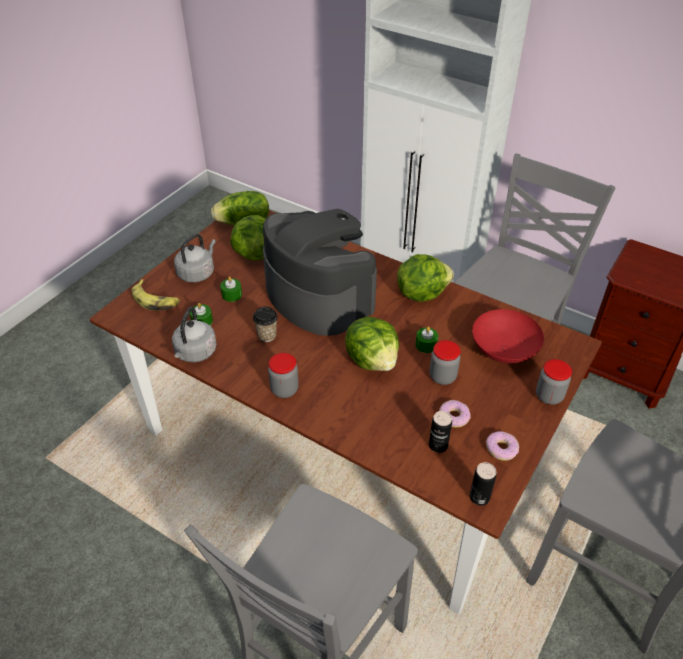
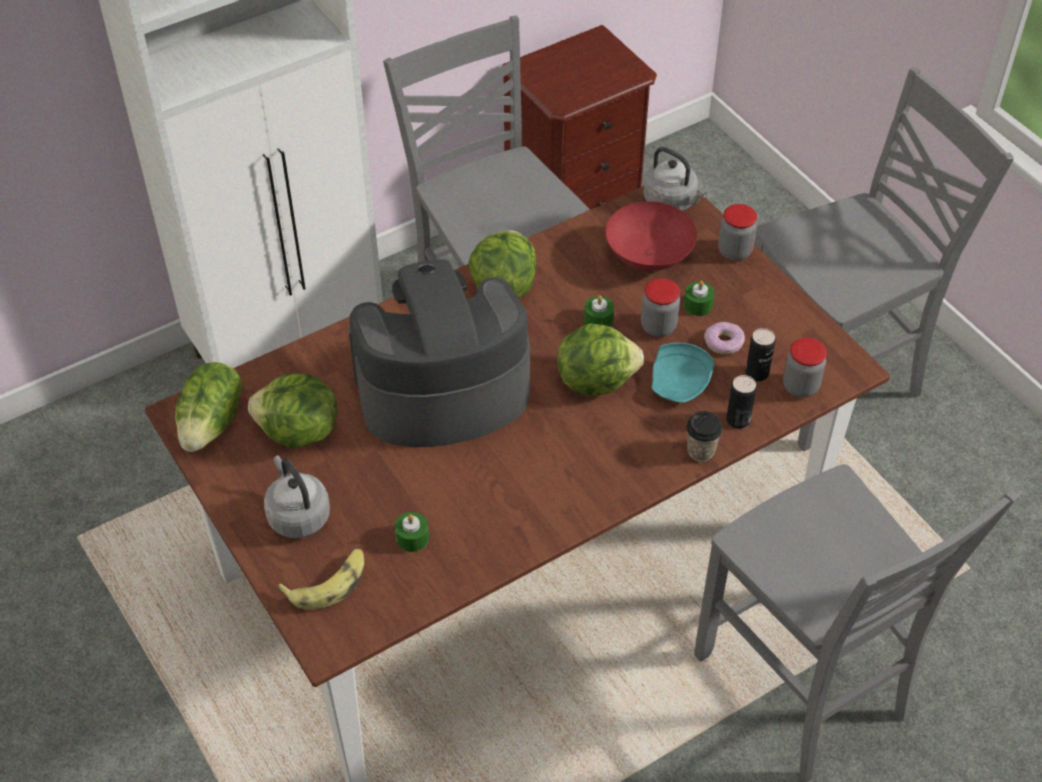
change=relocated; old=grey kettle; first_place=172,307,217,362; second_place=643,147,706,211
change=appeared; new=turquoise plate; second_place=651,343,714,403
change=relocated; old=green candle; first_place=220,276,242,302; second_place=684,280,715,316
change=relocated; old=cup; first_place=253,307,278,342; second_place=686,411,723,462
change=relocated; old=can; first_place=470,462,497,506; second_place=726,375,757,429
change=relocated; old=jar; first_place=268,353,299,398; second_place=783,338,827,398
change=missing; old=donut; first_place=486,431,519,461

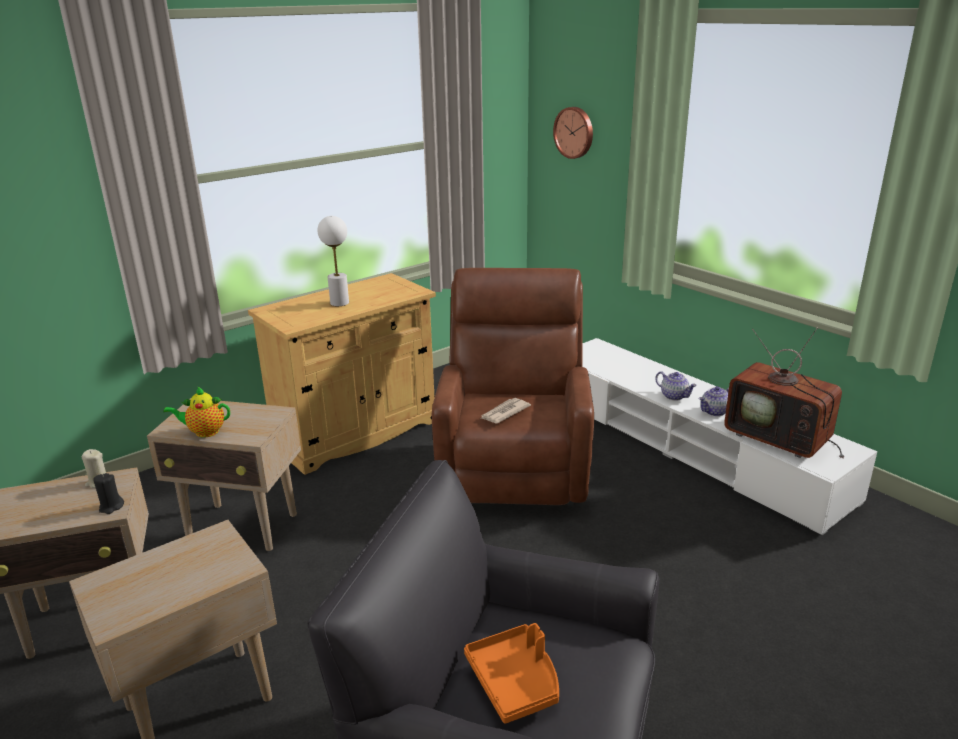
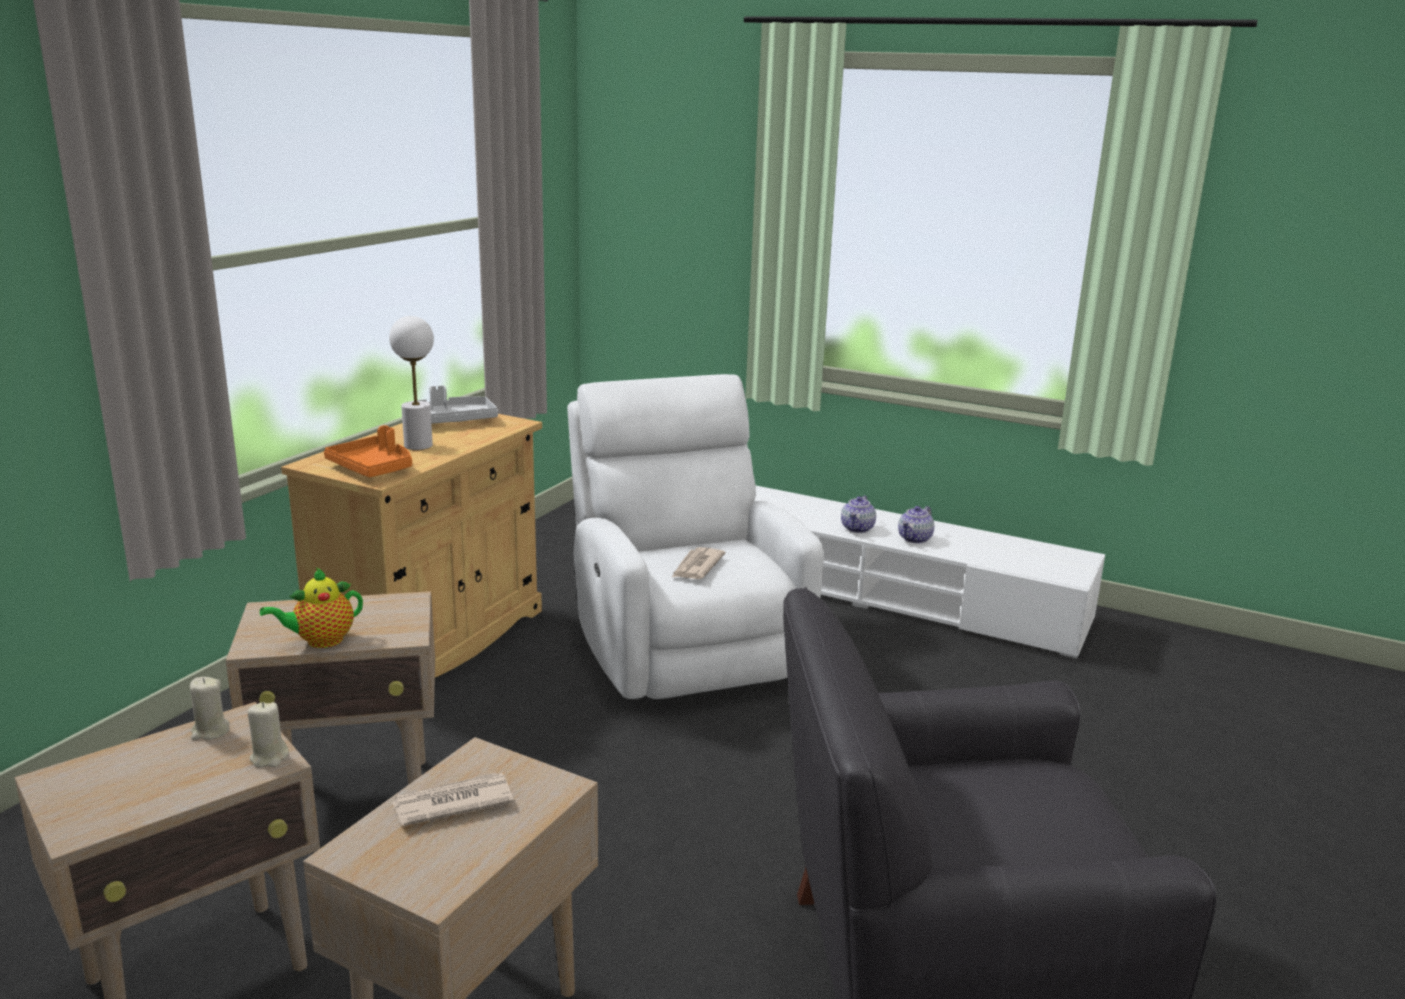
change=colour; old=black candle; new=beige candle; first_place=93,473,124,514; second_place=248,702,289,768
change=relocated; old=orange tray; first_place=464,623,559,724; second_place=324,425,412,477
change=appeared; new=newspaper; second_place=392,772,514,826
change=appeared; new=grey tray; second_place=417,385,498,424
change=colour; old=brown armchair; new=white armchair; first_place=432,268,594,505; second_place=567,374,824,699
change=spun; old=teapot; first_place=655,371,697,401; second_place=841,495,876,533; degrees=90
change=missing; old=wall clock; first_place=553,107,593,159
change=missing; old=television; first_place=724,328,844,458

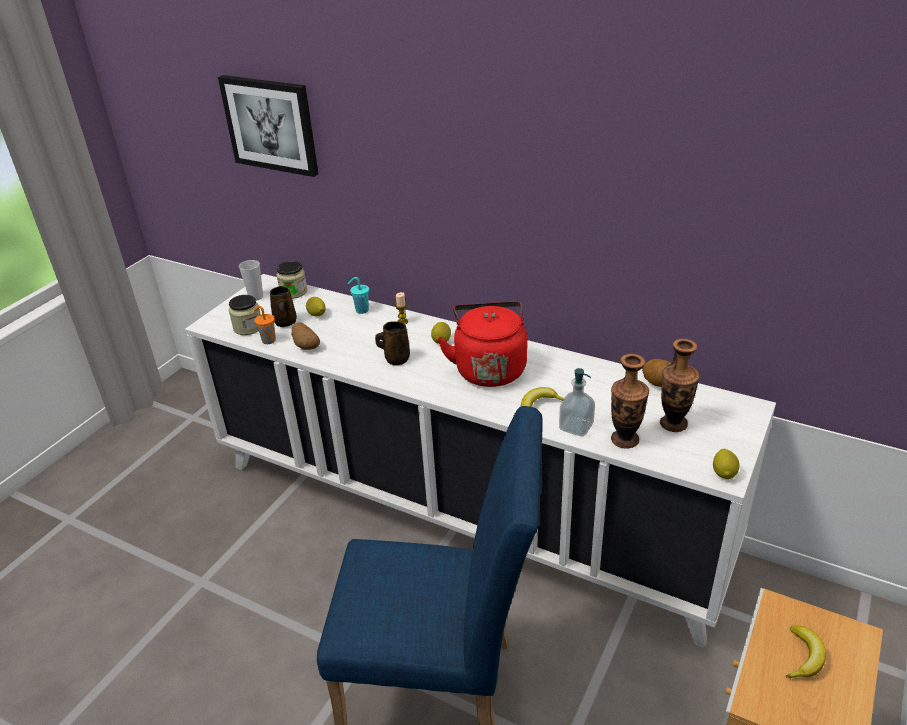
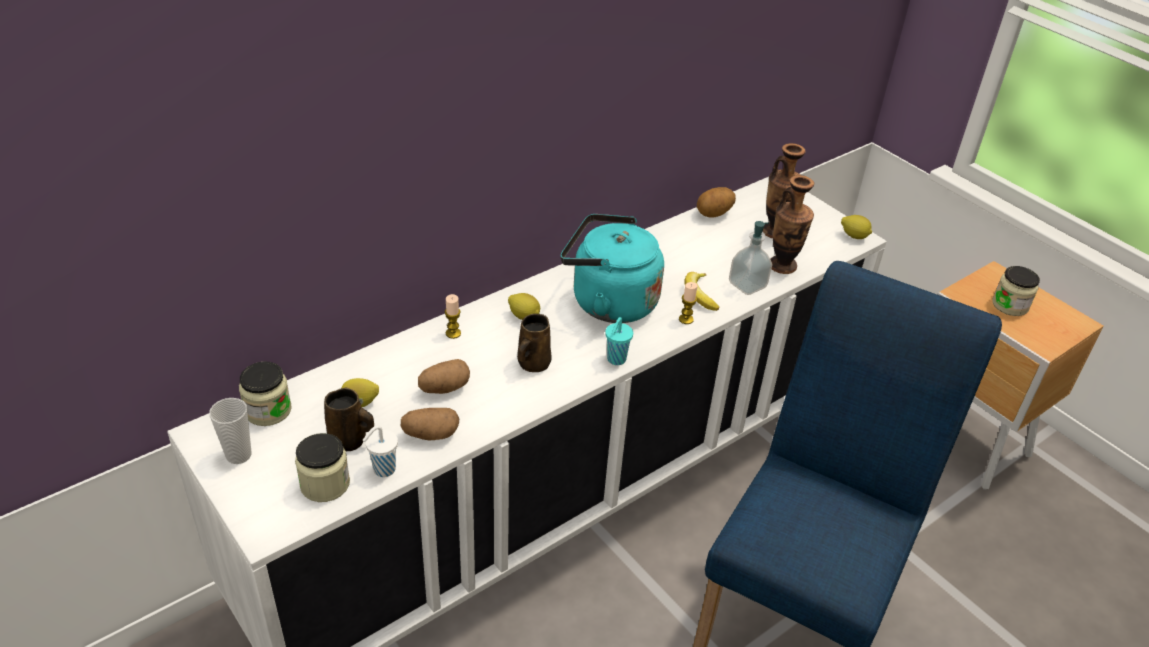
change=colour; old=orange cup; new=white cup; first_place=254,306,276,344; second_place=363,425,398,477
change=appeared; new=potato; second_place=418,359,470,394
change=colour; old=red kettle; new=turquoise kettle; first_place=438,301,527,387; second_place=560,214,664,323
change=relocated; old=turquoise cup; first_place=348,277,369,314; second_place=605,317,633,365
change=appeared; new=candle; second_place=679,282,698,324
change=exchanged; old=banana; new=jar; first_place=785,626,826,678; second_place=992,266,1040,316
change=missing; old=picture; first_place=218,75,319,177

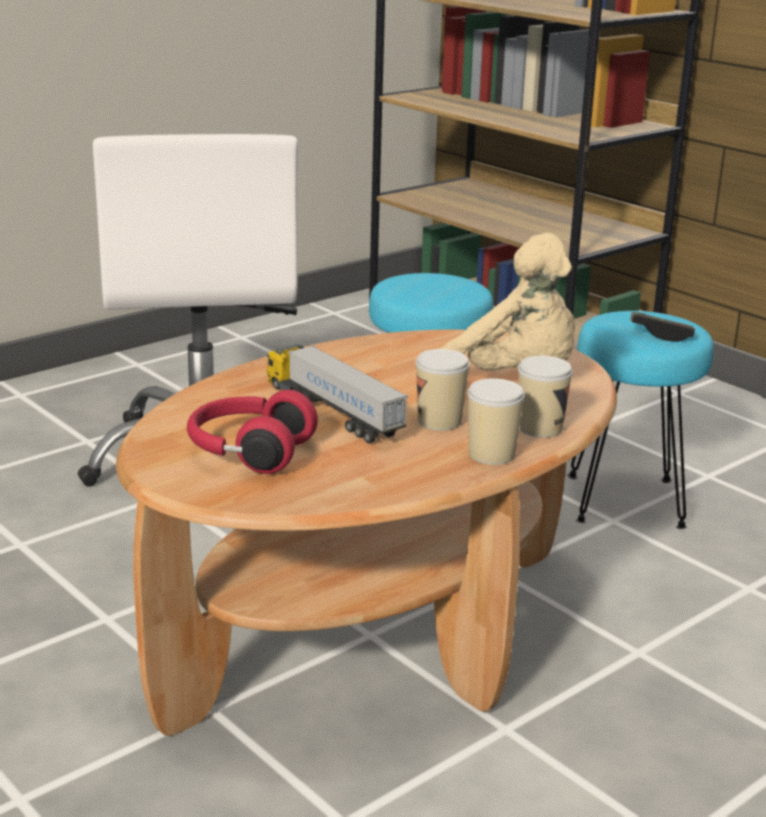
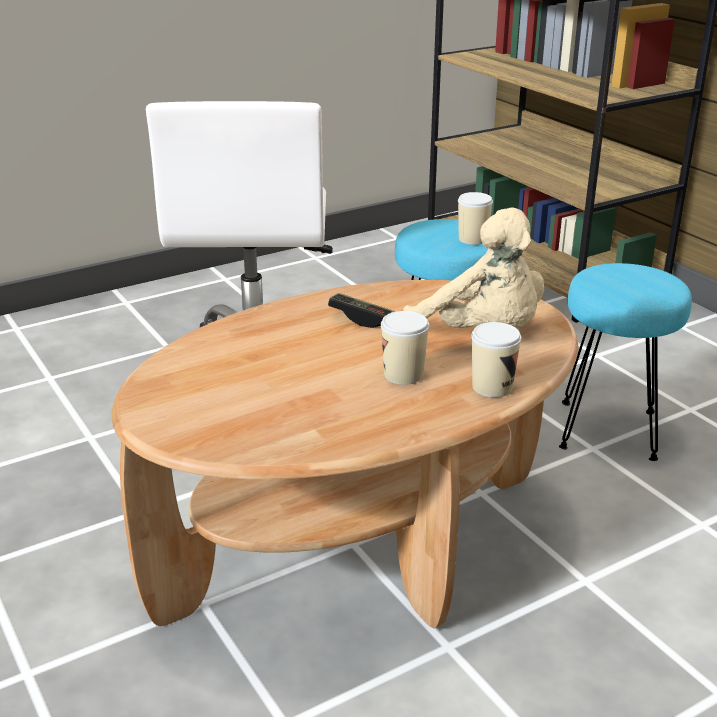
change=relocated; old=game controller; first_place=630,311,695,342; second_place=328,293,395,328
change=relocated; old=cup; first_place=467,378,525,465; second_place=458,192,493,245
change=missing; old=red headphones; first_place=187,390,318,474
change=missing; old=toy truck; first_place=266,344,408,443

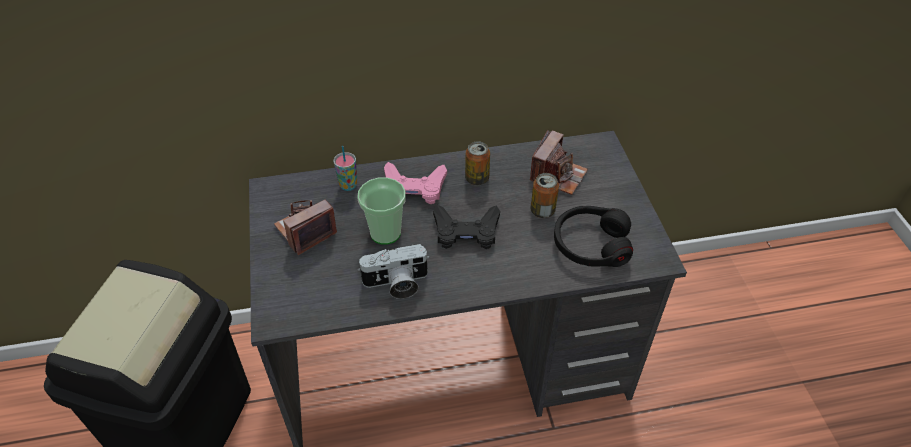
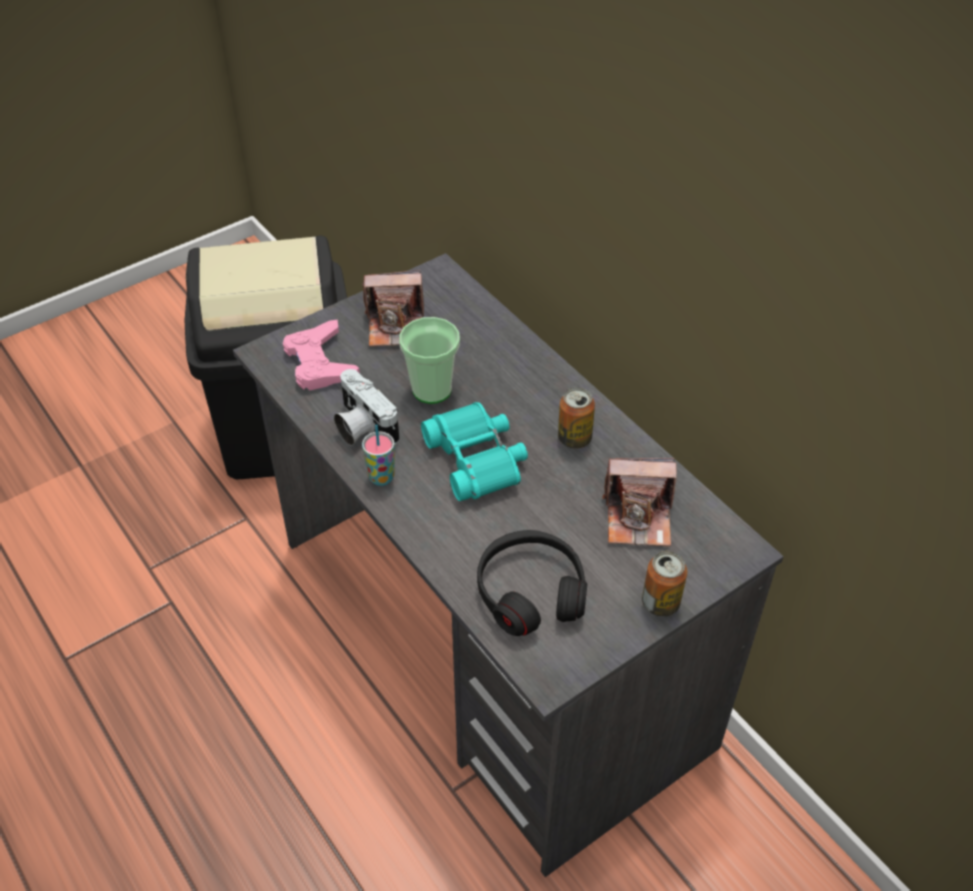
change=relocated; old=pink game controller; first_place=384,162,447,204; second_place=283,320,360,390
change=spun; old=photo camera; first_place=274,200,337,255; second_place=362,270,424,347; degrees=150
change=relocated; old=cup; first_place=333,146,357,191; second_place=362,424,395,486
change=exchanged; old=black game controller; new=turquoise binoculars; first_place=433,205,500,249; second_place=421,402,528,501
change=relocated; old=can; first_place=530,173,559,218; second_place=642,551,687,617

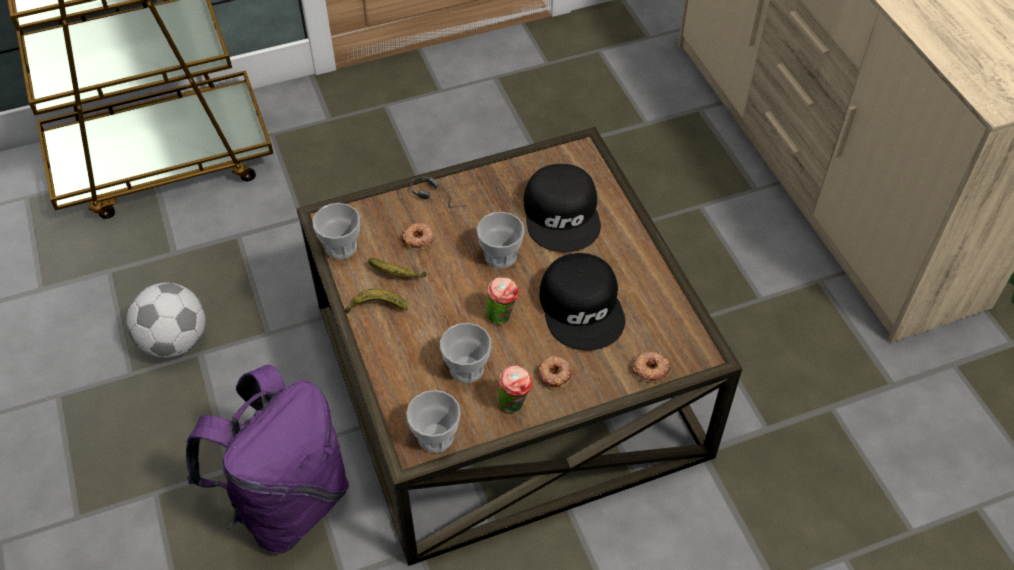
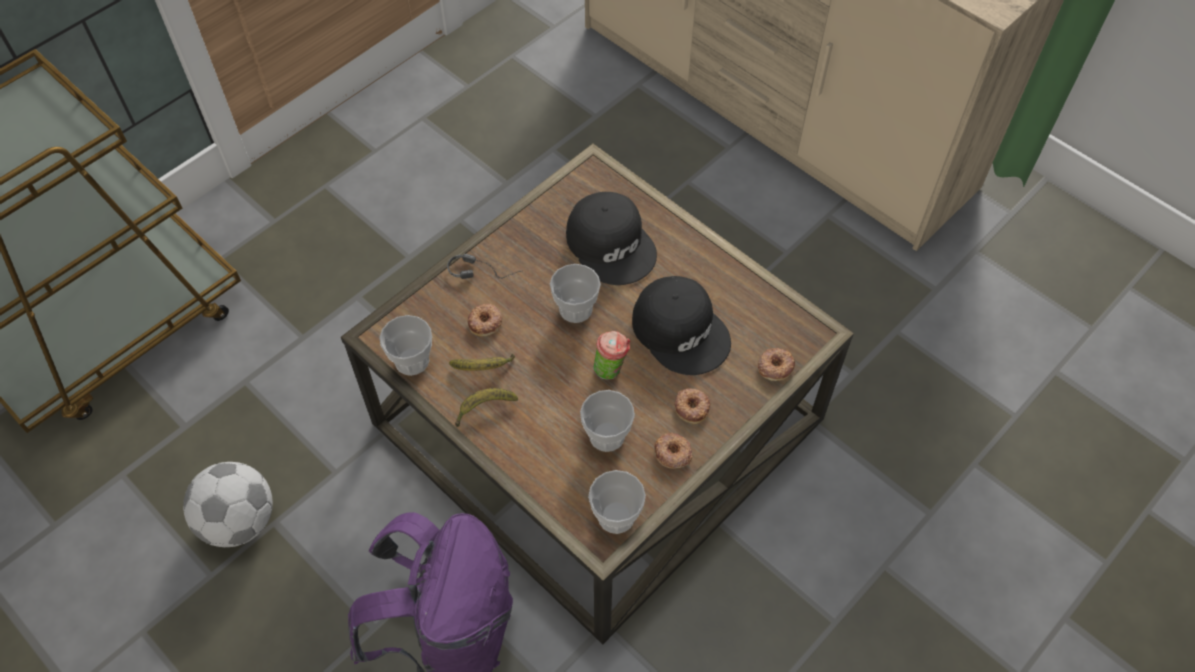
change=exchanged; old=cup; new=donut; first_place=498,365,532,412; second_place=654,433,692,469

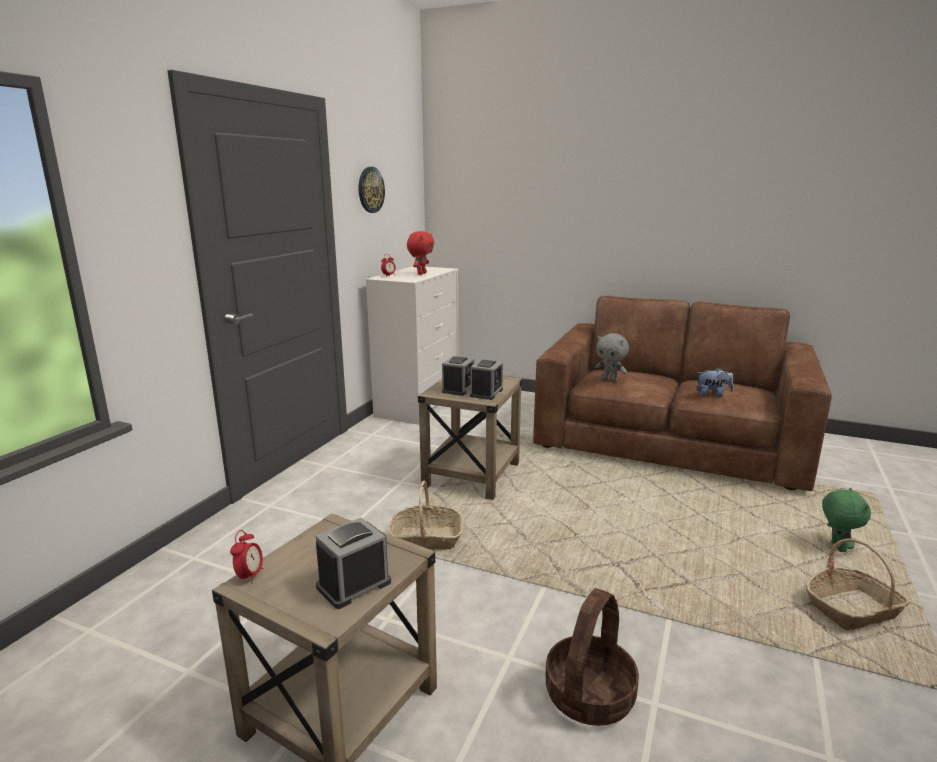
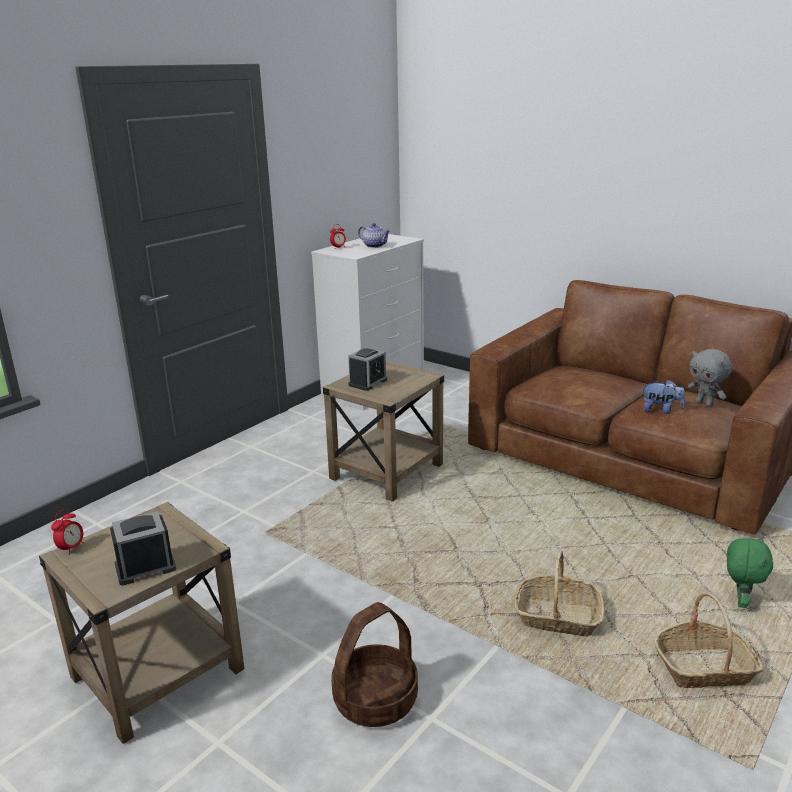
change=exchanged; old=red plush toy; new=teapot; first_place=407,231,434,275; second_place=358,223,390,248
change=relocated; old=basket; first_place=389,481,463,549; second_place=514,550,604,637
change=relocated; old=grey plush toy; first_place=595,333,629,382; second_place=687,349,732,407
change=missing; old=wall clock; first_place=359,167,385,213
change=missing; old=alarm clock; first_place=470,359,503,400

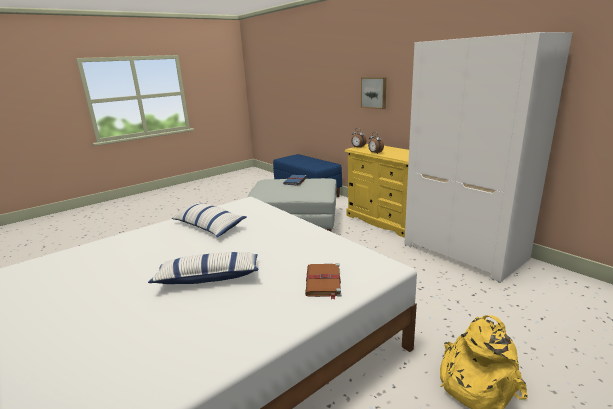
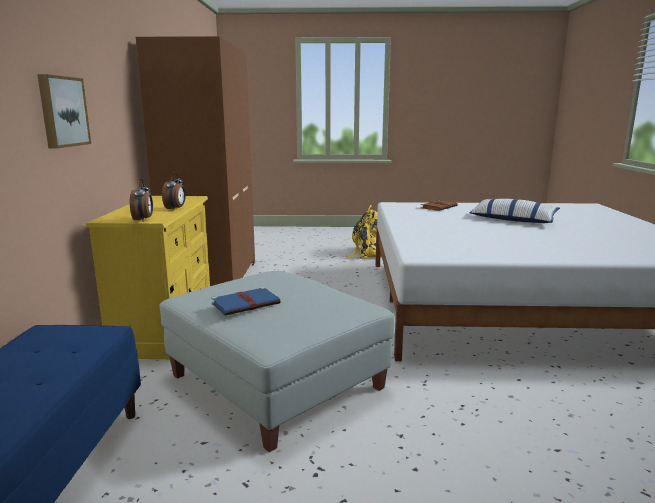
change=colour; old=white wardrobe; new=brown wardrobe; first_place=404,32,572,283; second_place=136,36,255,286
change=missing; old=pillow; first_place=172,202,246,237

